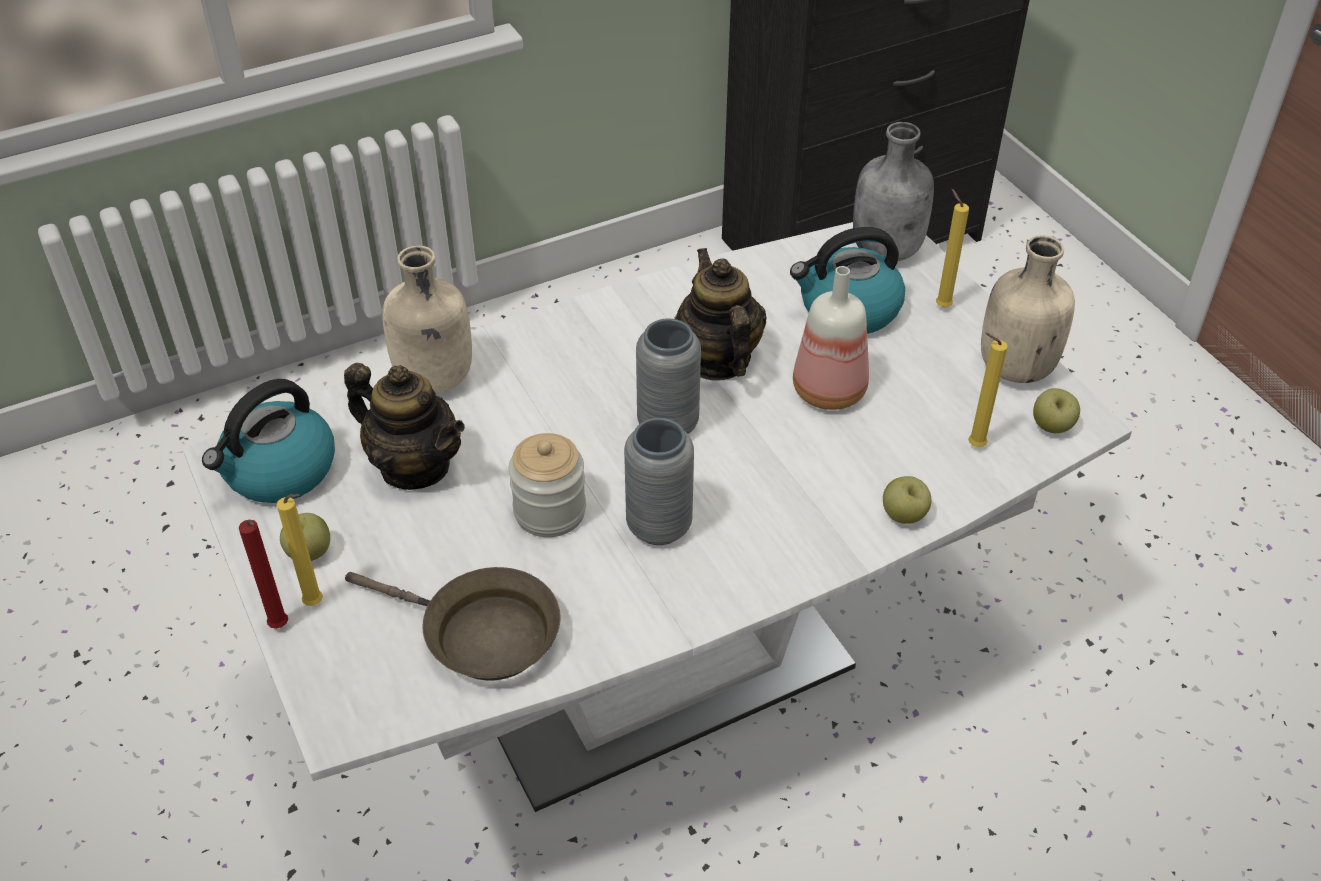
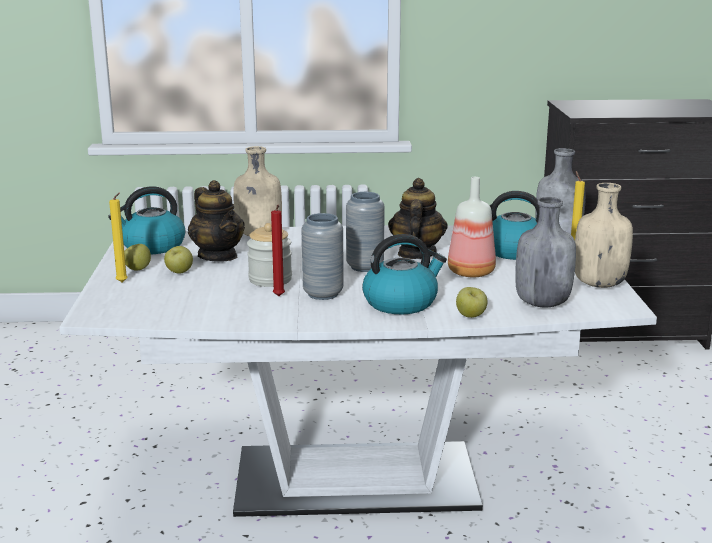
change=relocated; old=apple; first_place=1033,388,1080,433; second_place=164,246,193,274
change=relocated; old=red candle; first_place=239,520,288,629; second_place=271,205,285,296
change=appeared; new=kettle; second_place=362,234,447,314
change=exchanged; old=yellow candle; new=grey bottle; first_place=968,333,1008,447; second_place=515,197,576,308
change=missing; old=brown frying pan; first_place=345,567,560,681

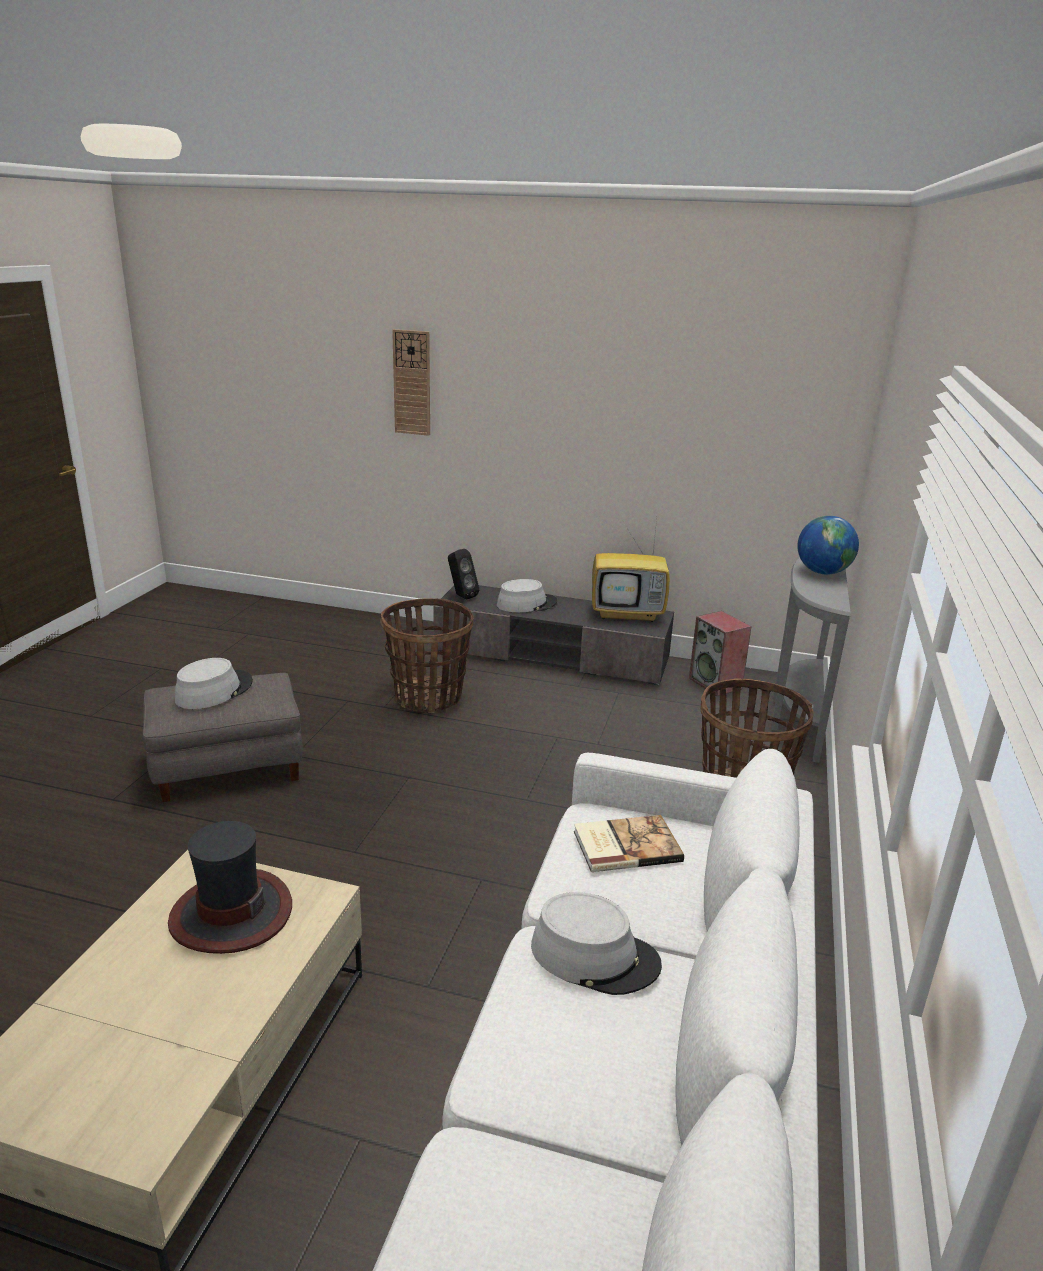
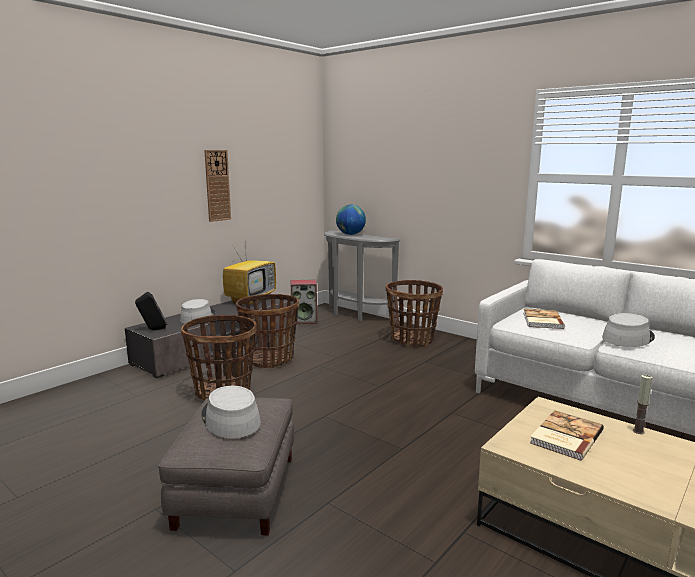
change=relocated; old=wall clock; first_place=392,329,430,436; second_place=204,150,231,222
change=appeared; new=basket; second_place=236,294,299,368
change=exchanged; old=hat; new=book; first_place=168,821,292,954; second_place=530,410,604,461
change=appeared; new=candle; second_place=633,375,652,434

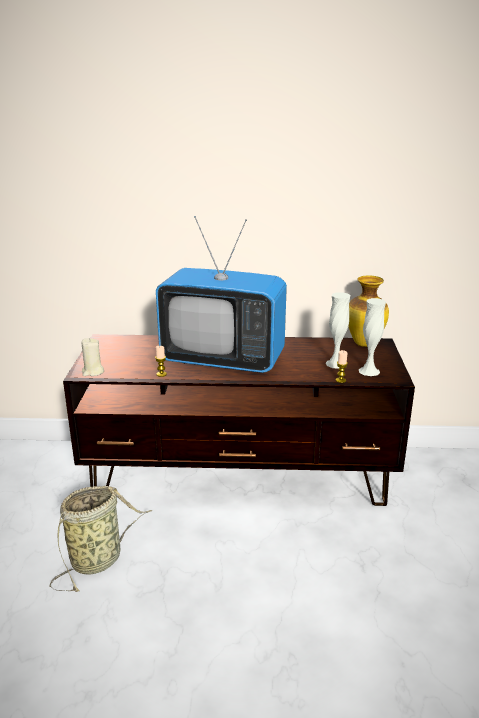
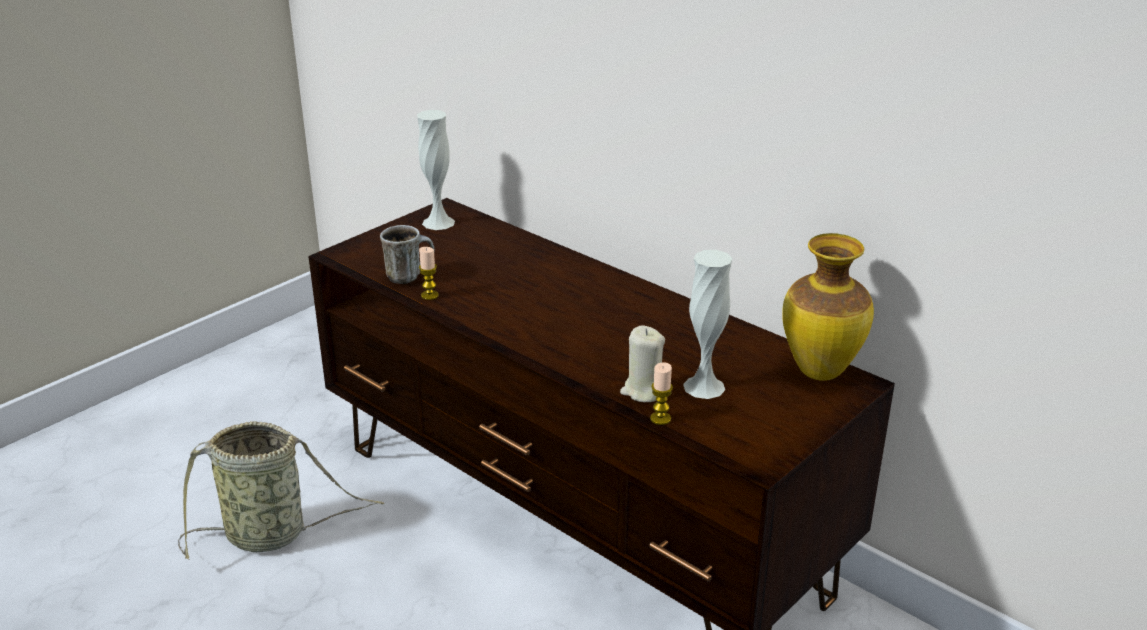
change=appeared; new=mug; second_place=380,225,435,284
change=relocated; old=white vase; first_place=359,298,386,376; second_place=417,110,455,230
change=relocated; old=beige candle; first_place=82,338,104,376; second_place=620,325,665,402
change=missing; old=television; first_place=156,216,287,373

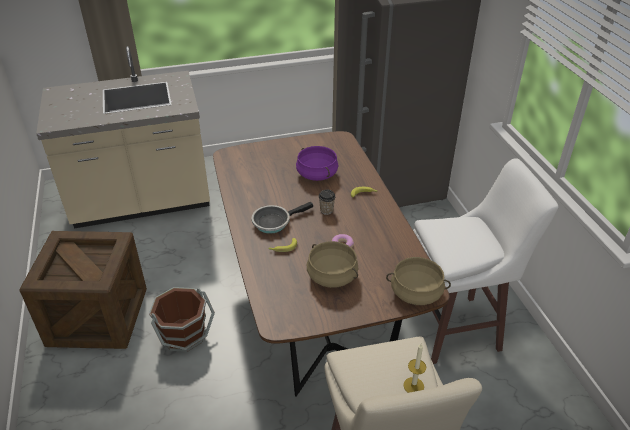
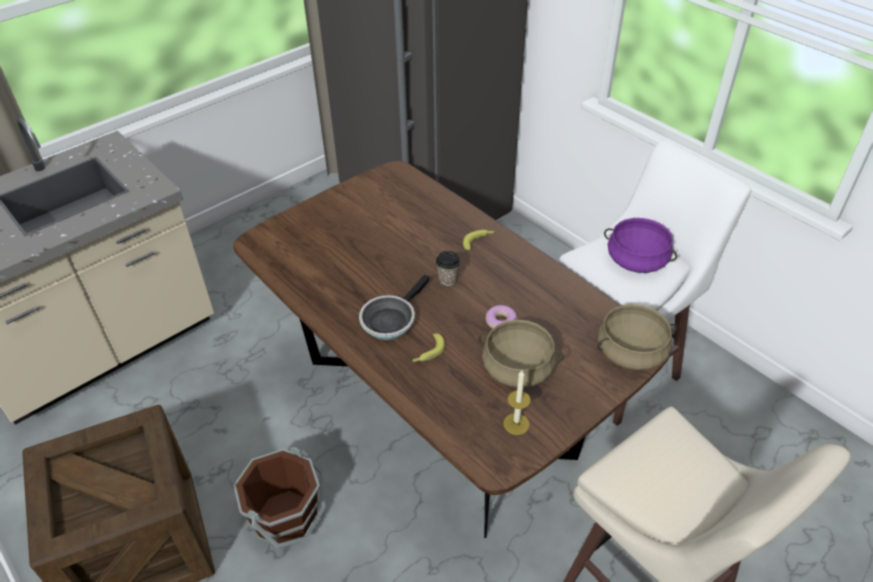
change=relocated; old=candle; first_place=403,344,426,393; second_place=503,370,531,435
change=relocated; old=purple cooking pot; first_place=296,146,338,181; second_place=604,218,677,273

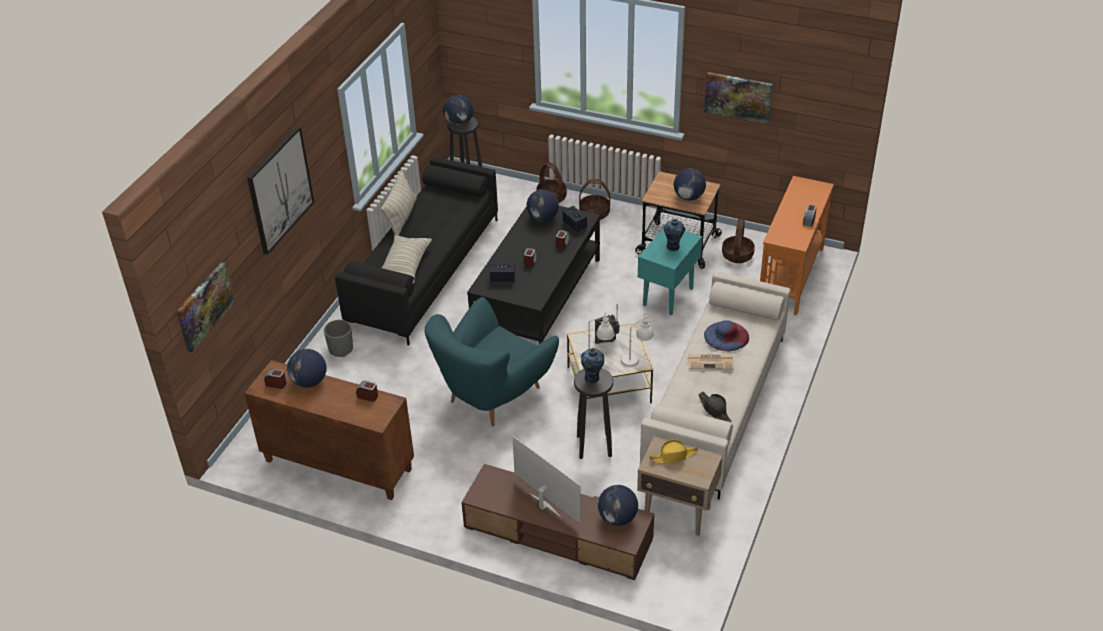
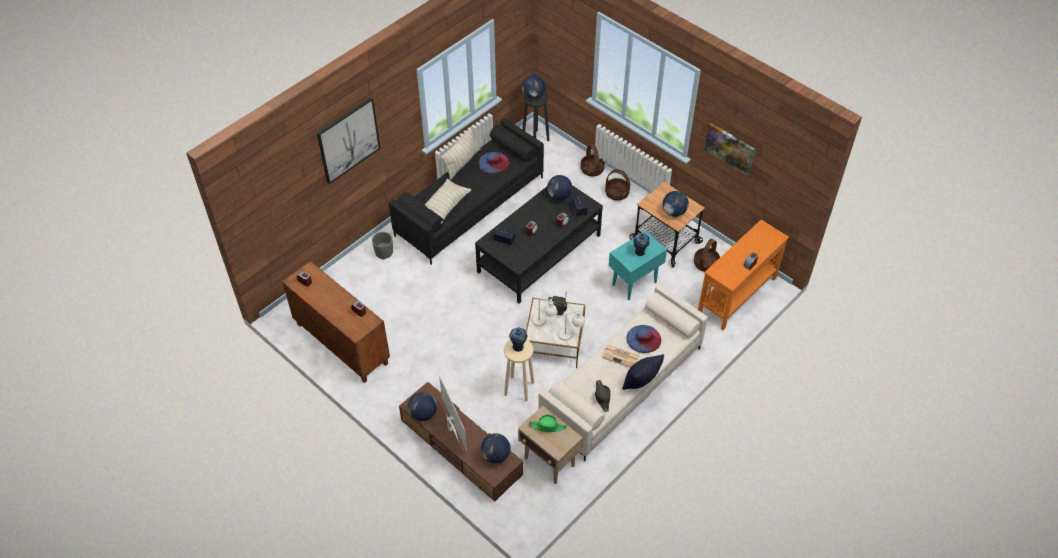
change=relocated; old=globe; first_place=287,349,327,388; second_place=408,392,437,421
change=appeared; new=blue hat; second_place=479,152,509,174
change=colour; old=black stool; new=beige stool; first_place=574,368,613,459; second_place=504,339,534,401
change=colour; old=yellow hat; new=green hat; first_place=650,440,698,464; second_place=529,415,567,432
change=appeared; new=black pillow; second_place=622,354,664,390
change=missing; old=picture; first_place=176,262,235,352
change=missing; old=turquoise armchair; first_place=424,297,559,427

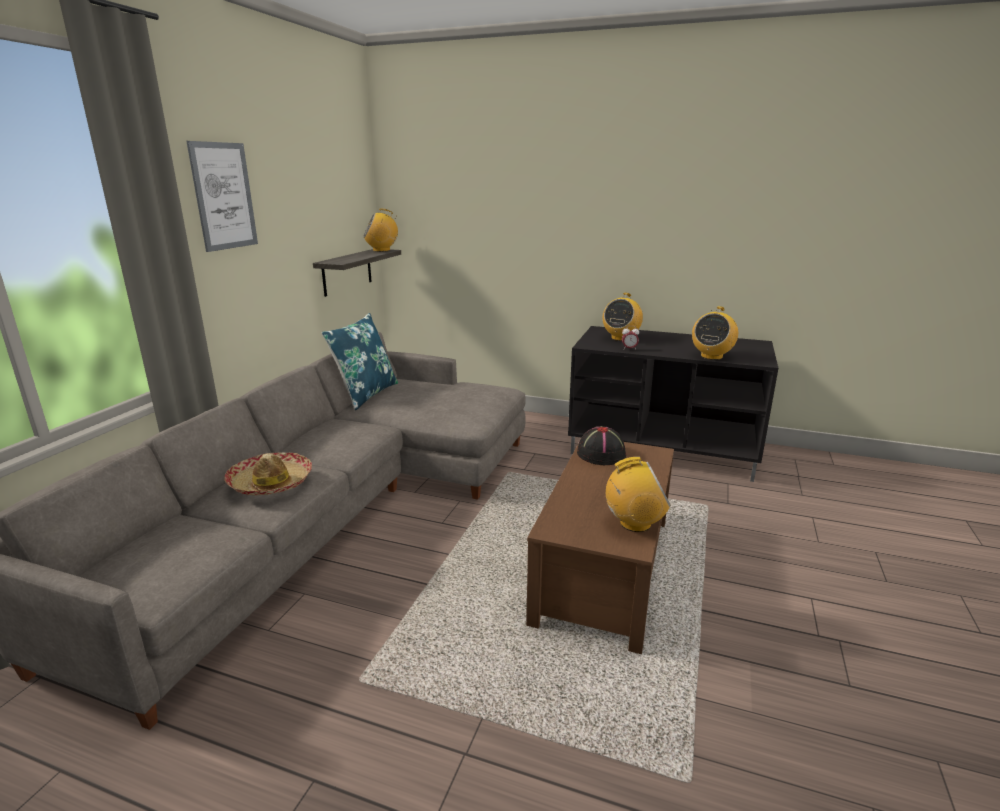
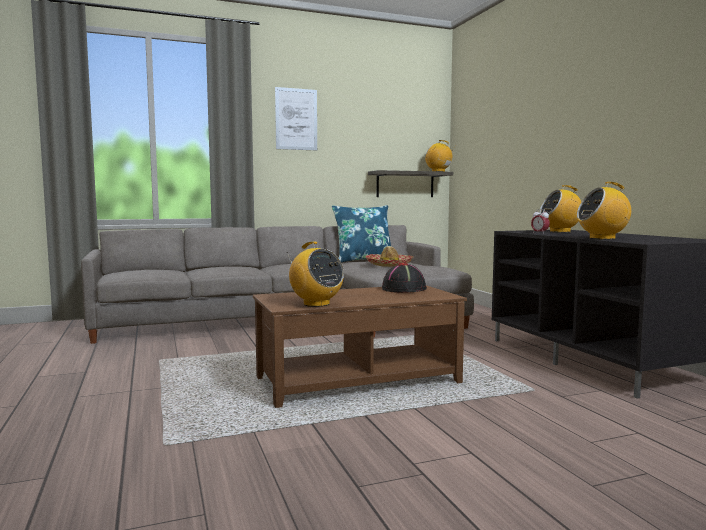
change=relocated; old=hat; first_place=224,452,312,495; second_place=365,246,413,267

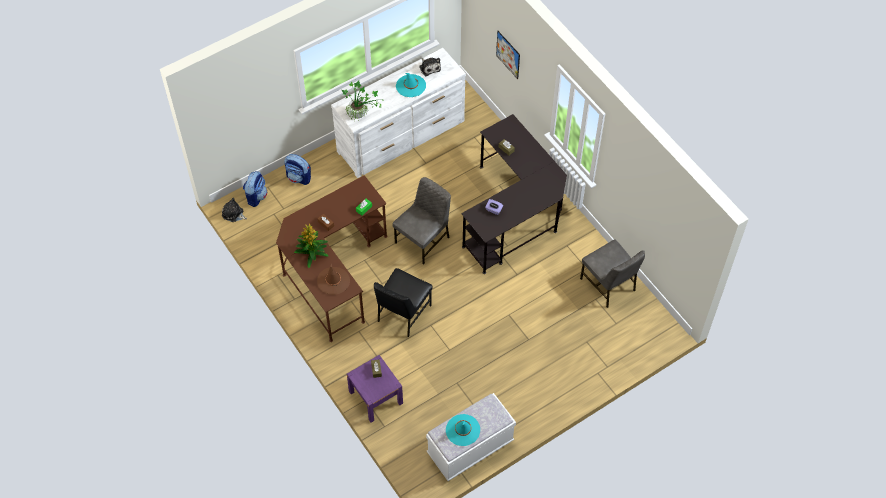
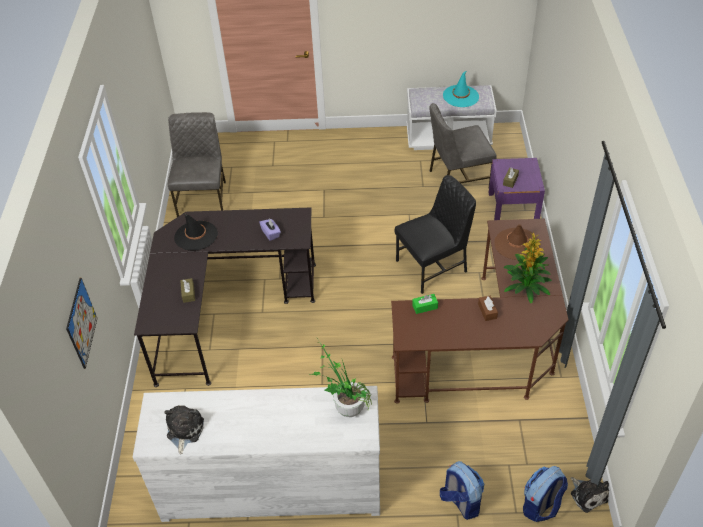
change=appeared; new=black hat; second_place=174,213,218,250
change=relocated; old=grey chair; first_place=393,177,451,265; second_place=430,103,497,184
change=missing; old=turquoise hat; first_place=396,73,426,97

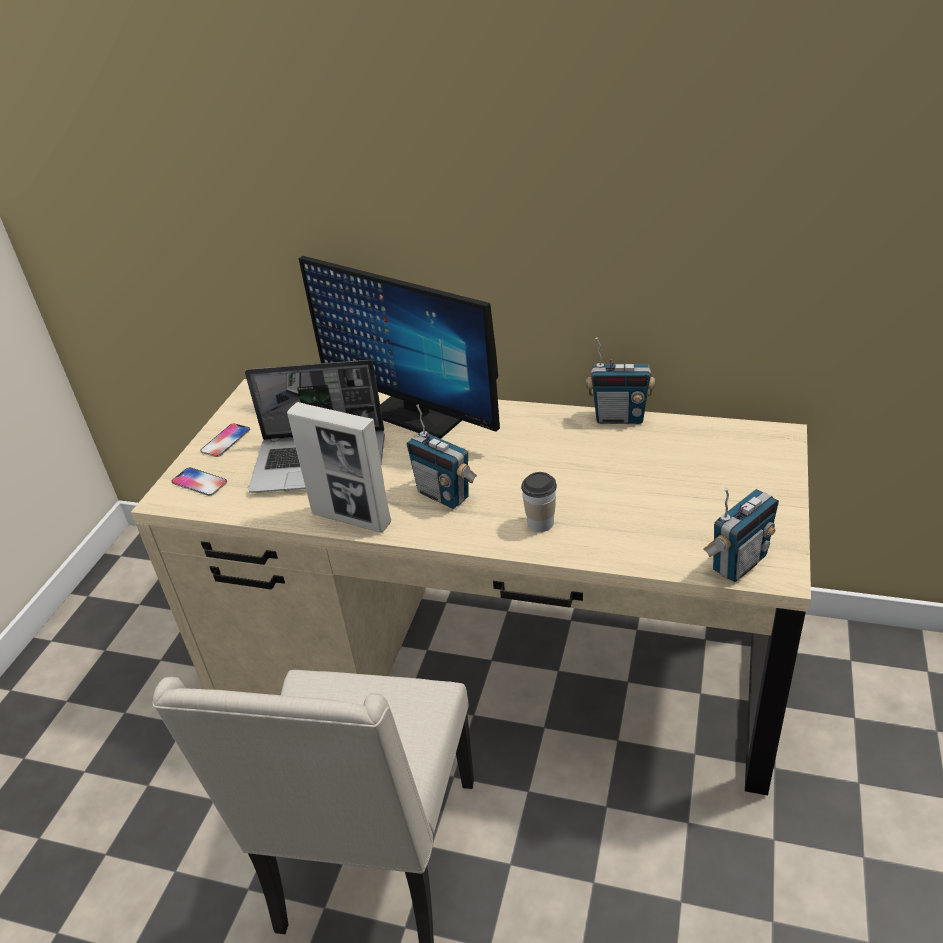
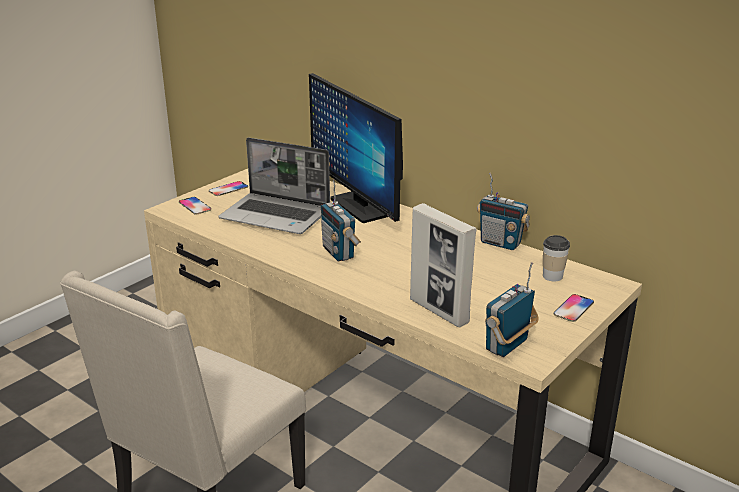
change=relocated; old=picture frame; first_place=287,402,391,533; second_place=410,203,476,327
change=spun; old=radio; first_place=704,488,779,582; second_place=485,262,539,357; degrees=150
change=relocated; old=cup; first_place=521,472,557,532; second_place=543,235,570,281
change=appeared; new=phone; second_place=554,294,594,322

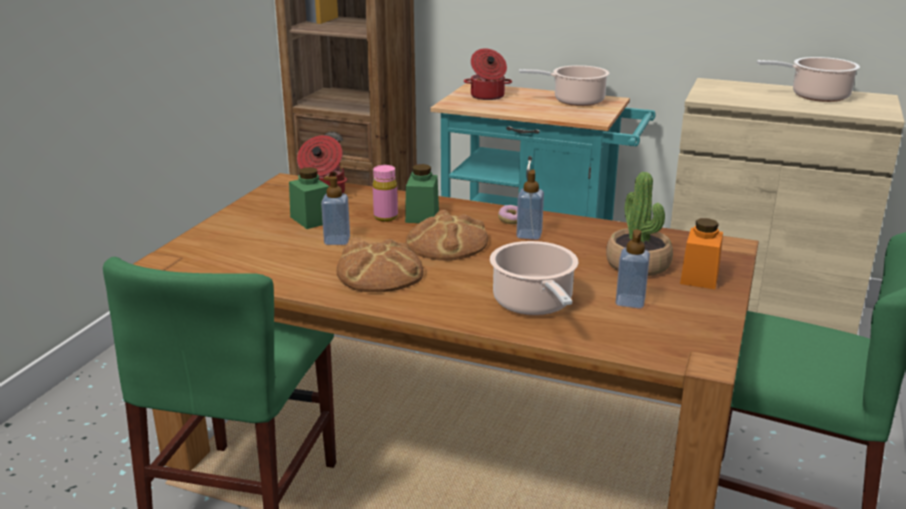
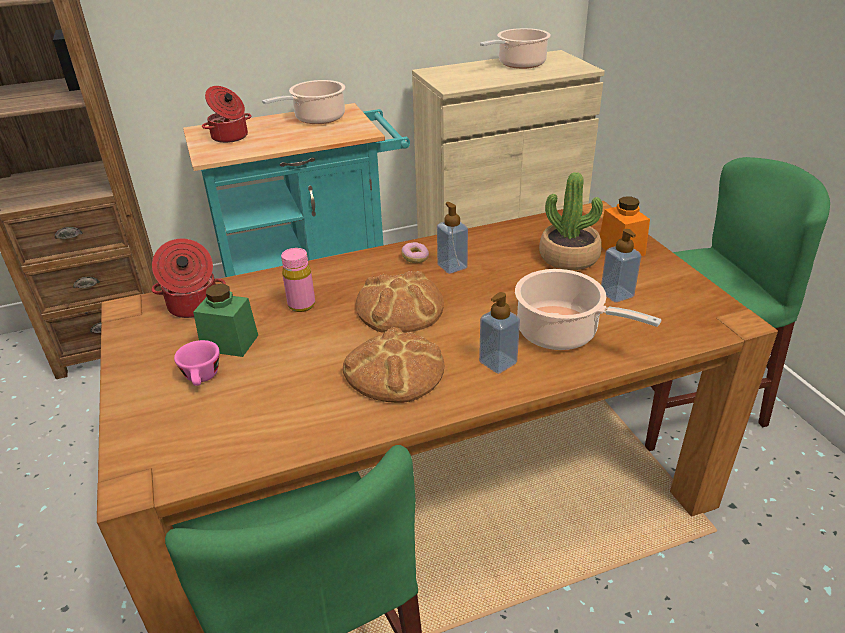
change=appeared; new=pink cup; second_place=174,340,219,386
change=relocated; old=soap dispenser; first_place=321,176,350,245; second_place=479,292,520,374
change=missing; old=green jar; first_place=405,164,439,223

